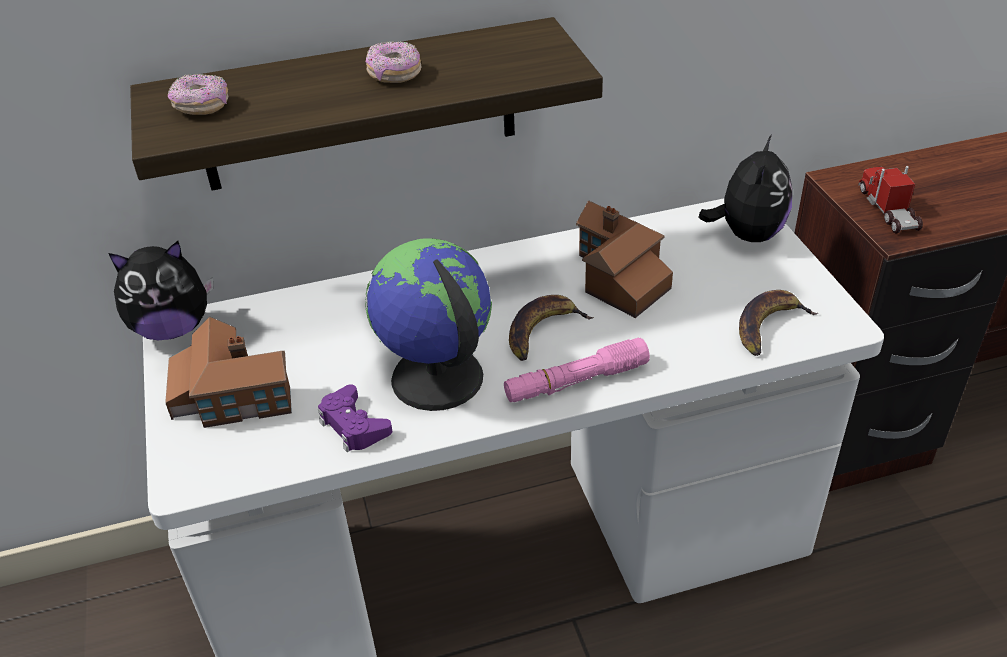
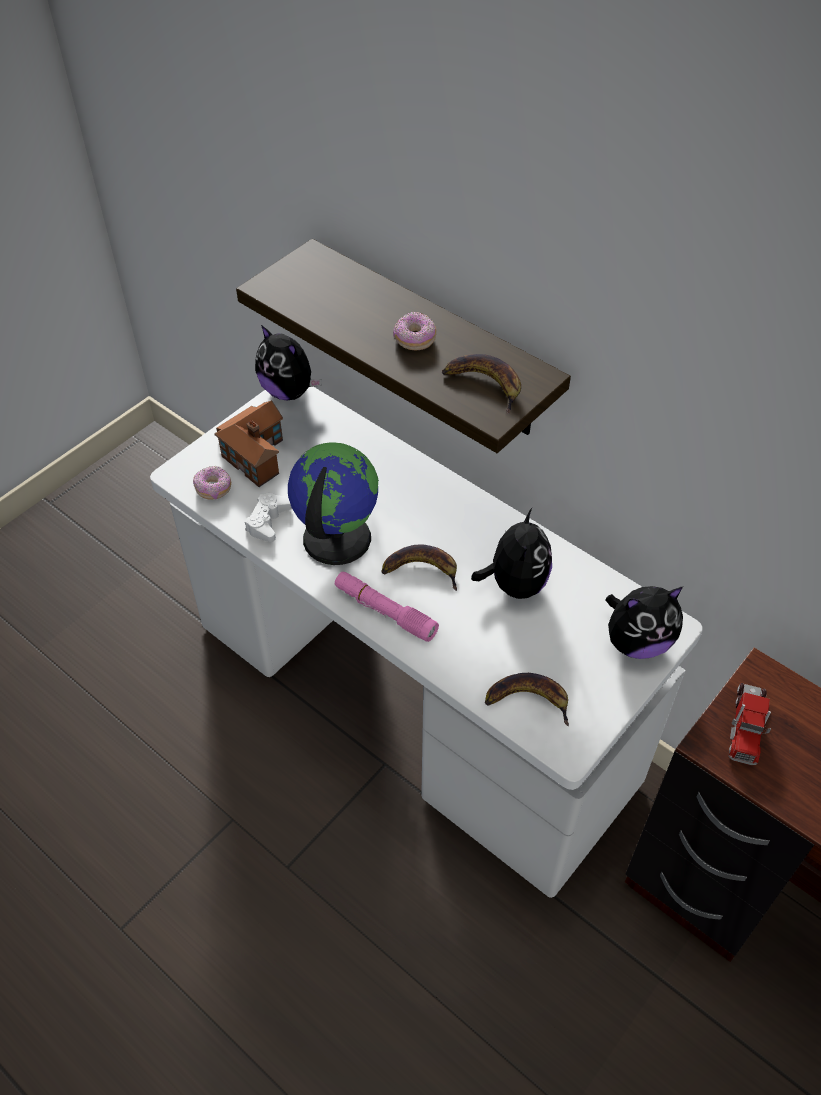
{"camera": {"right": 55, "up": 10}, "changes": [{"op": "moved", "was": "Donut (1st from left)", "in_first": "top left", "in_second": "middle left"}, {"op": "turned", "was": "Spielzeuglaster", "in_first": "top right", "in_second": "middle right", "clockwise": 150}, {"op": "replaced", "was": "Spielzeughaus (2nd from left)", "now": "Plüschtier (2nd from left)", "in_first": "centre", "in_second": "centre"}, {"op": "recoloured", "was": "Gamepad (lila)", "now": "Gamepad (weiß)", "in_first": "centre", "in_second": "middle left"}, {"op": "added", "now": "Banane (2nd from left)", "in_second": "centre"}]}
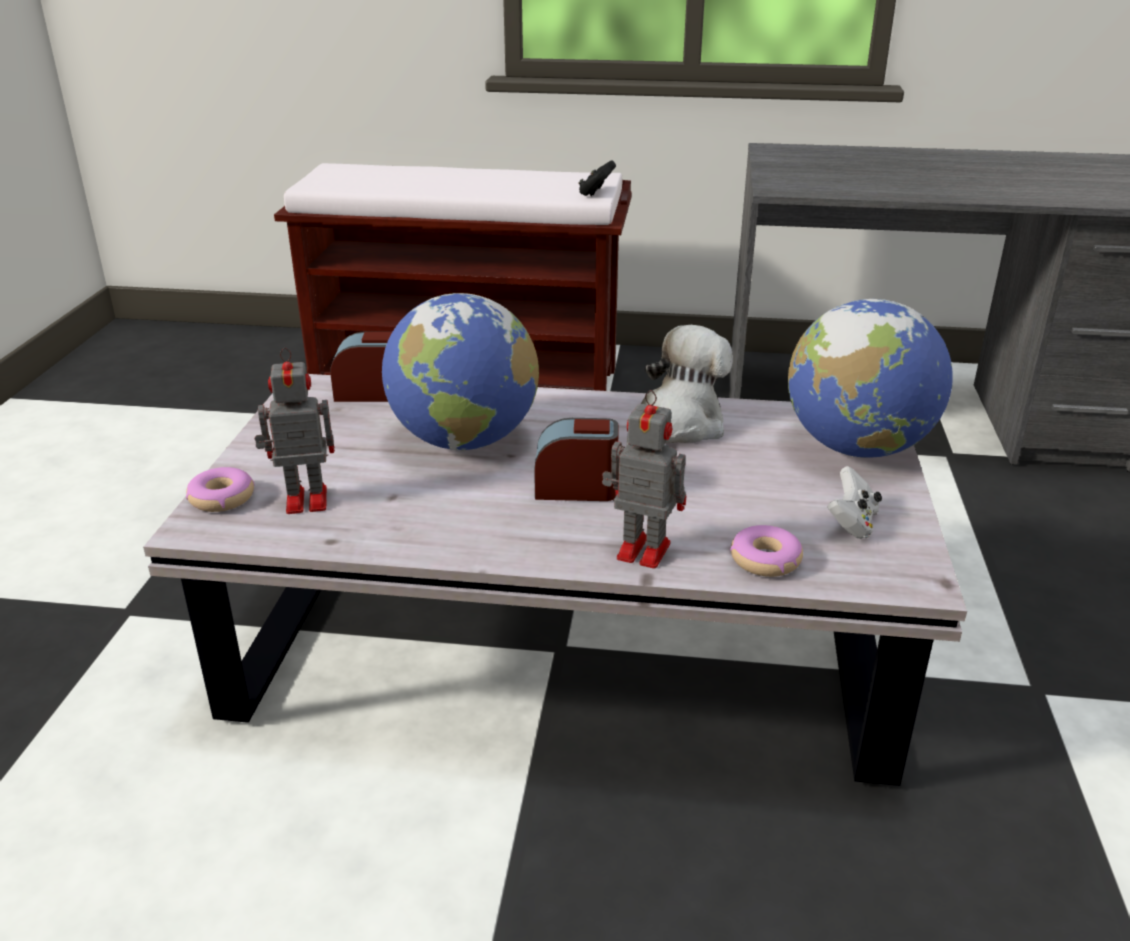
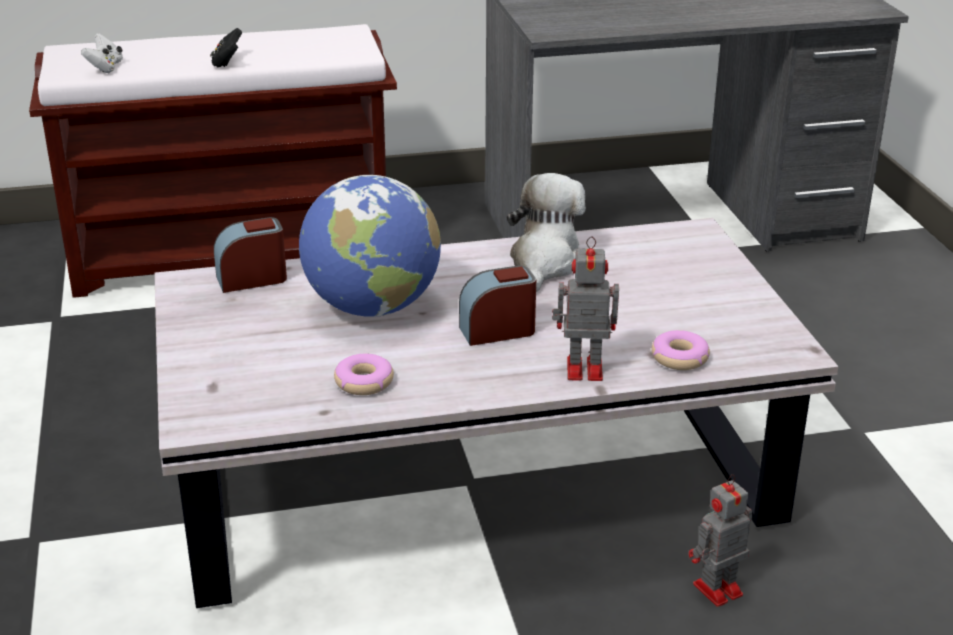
{"camera": {"right": -20, "up": 0}, "changes": [{"op": "moved", "was": "Gamepad (schwarz)", "in_first": "top centre", "in_second": "top left"}, {"op": "removed", "was": "Globus (2nd from left)", "in_first": "middle right"}, {"op": "moved", "was": "Spielzeugroboter (1st from left in the first image)", "now": "Spielzeugroboter (2nd from left)", "in_first": "middle left", "in_second": "bottom right"}, {"op": "moved", "was": "Gamepad (weiß)", "in_first": "middle right", "in_second": "top left"}, {"op": "moved", "was": "Donut (1st from left)", "in_first": "middle left", "in_second": "centre"}]}
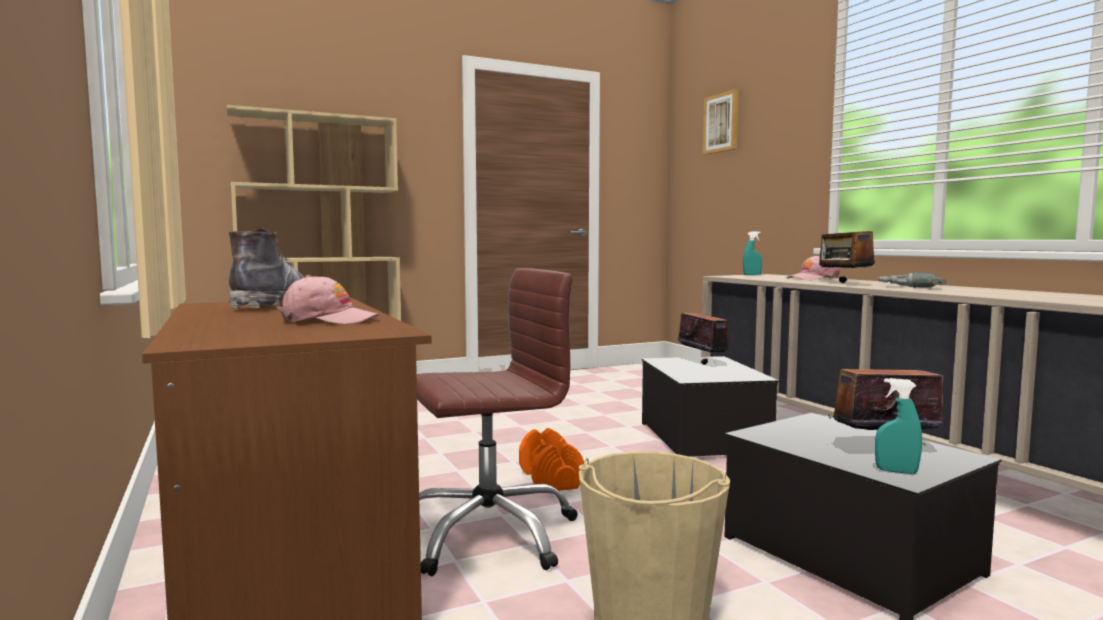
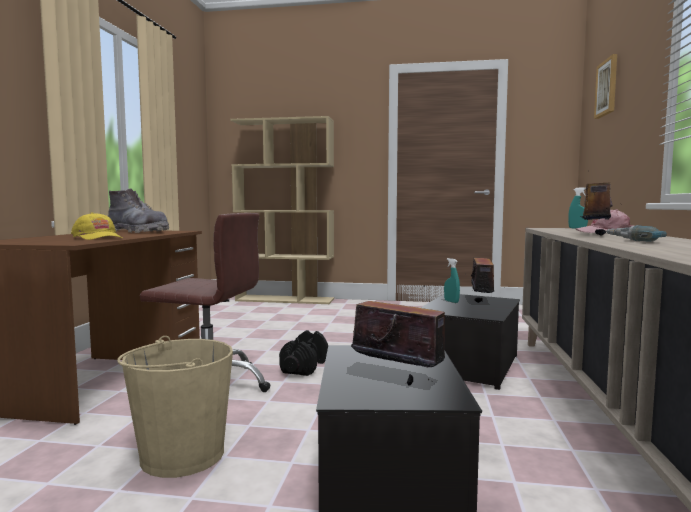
{"camera": {"right": 35, "up": 0}, "changes": [{"op": "turned", "was": "Stiefel (grau)", "in_first": "middle left", "in_second": "middle left", "clockwise": 75}, {"op": "recoloured", "was": "Kappe (rosa) (1st from left)", "now": "Kappe (gelb)", "in_first": "middle left", "in_second": "middle left"}, {"op": "moved", "was": "Sprühflasche (türkis) (2nd from left in the first image)", "now": "Sprühflasche (türkis) (1st from left)", "in_first": "bottom right", "in_second": "centre"}, {"op": "recoloured", "was": "Hantel (orange)", "now": "Hantel (schwarz)", "in_first": "bottom centre", "in_second": "bottom centre"}]}
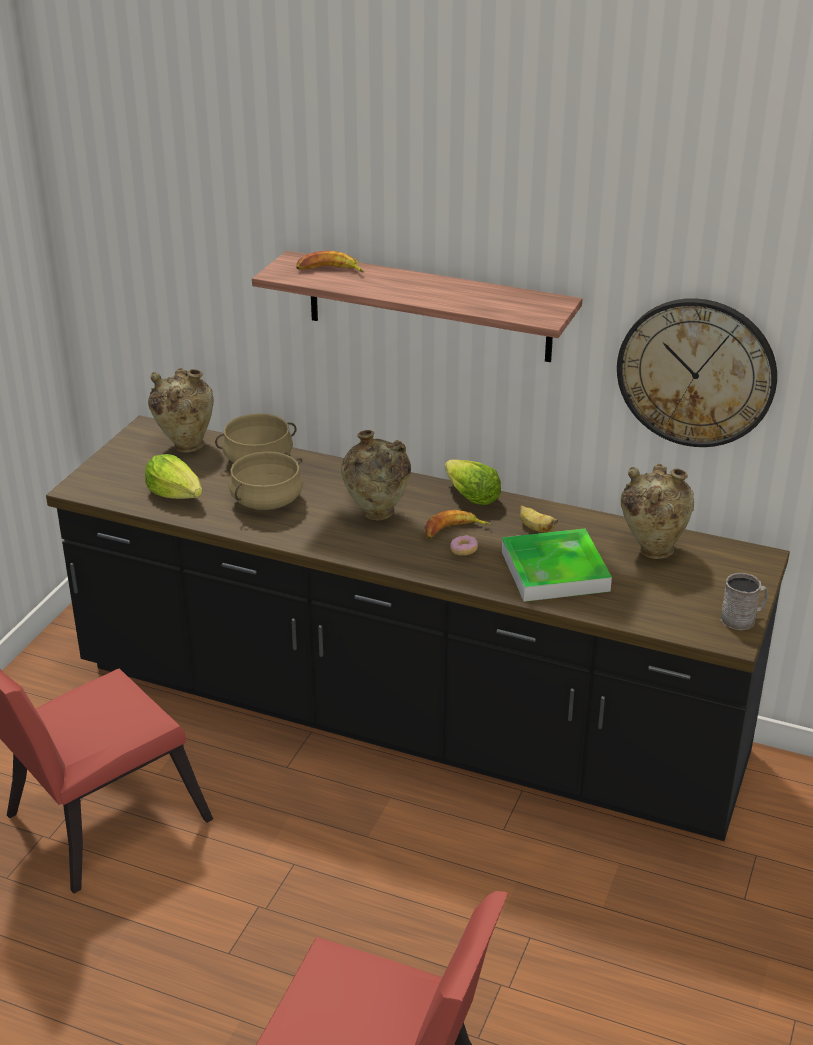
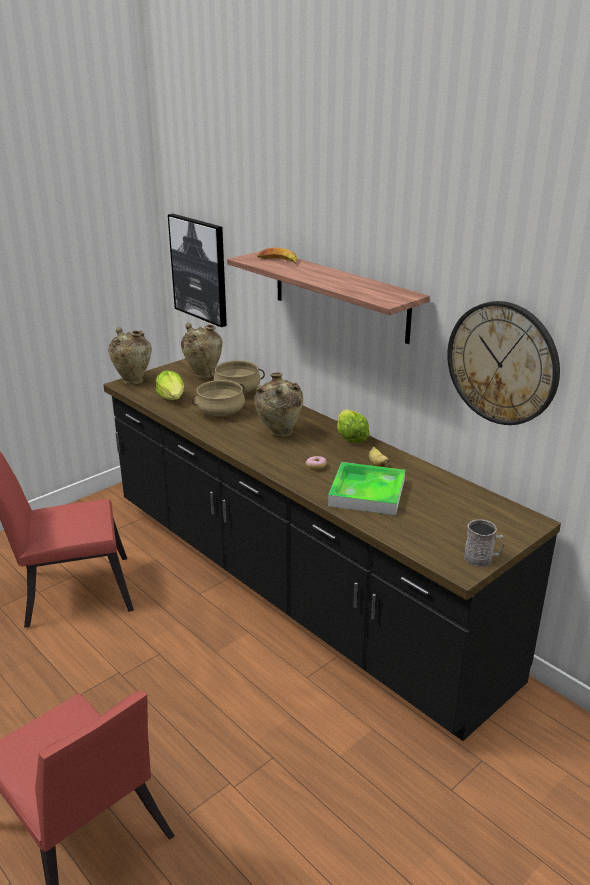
{"camera": {"right": 25, "up": -5}, "changes": [{"op": "moved", "was": "Vase (beige) (3rd from left in the first image)", "now": "Vase (beige) (1st from left)", "in_first": "middle right", "in_second": "middle left"}, {"op": "removed", "was": "Banane (2nd from left)", "in_first": "centre"}, {"op": "added", "now": "Bild", "in_second": "top centre"}]}
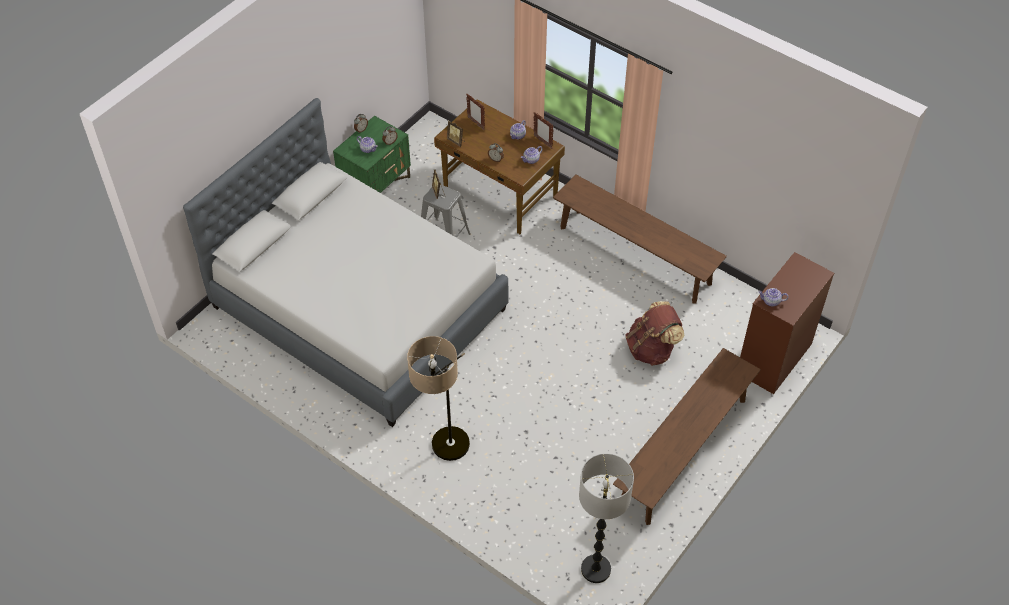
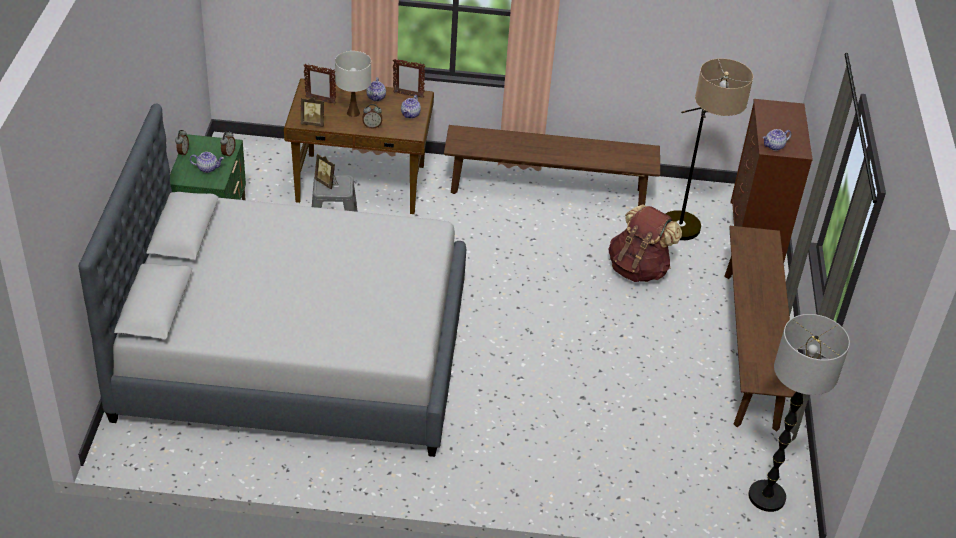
{"camera": {"right": -35, "up": -10}, "changes": [{"op": "moved", "was": "Stehlampe (1st from left)", "in_first": "centre", "in_second": "top right"}, {"op": "added", "now": "Tischlampe (weiß)", "in_second": "top centre"}]}
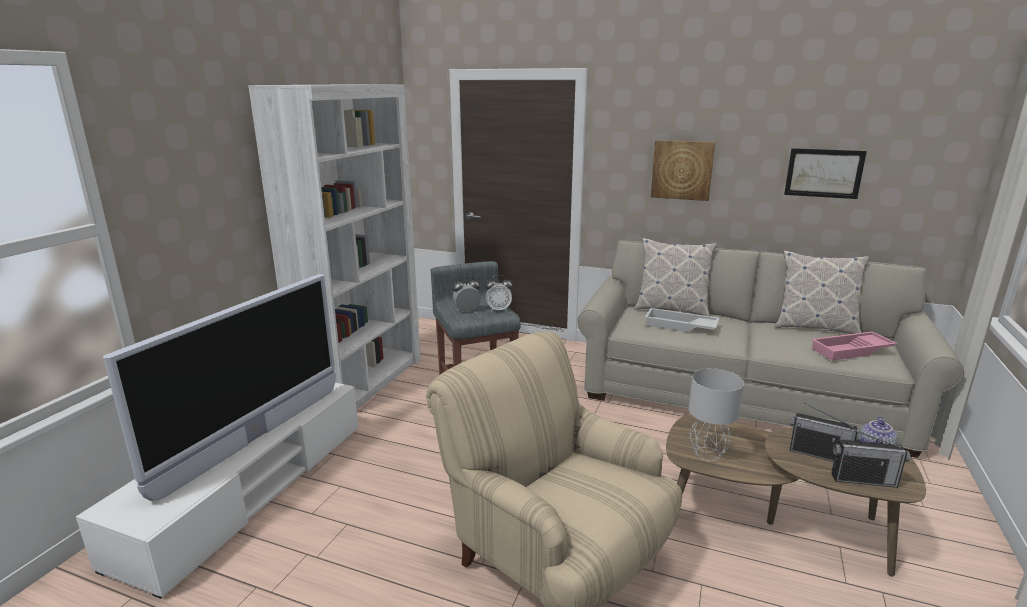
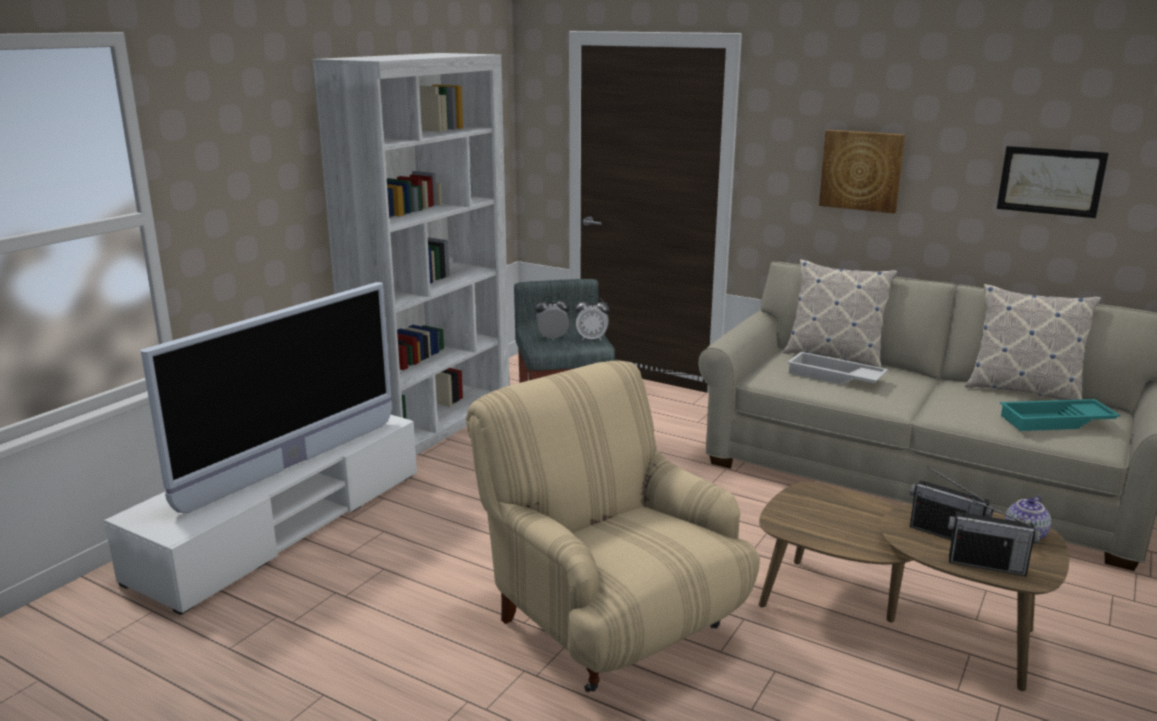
{"camera": {"right": 10, "up": 0}, "changes": [{"op": "recoloured", "was": "Tablett (rosa)", "now": "Tablett (türkis)", "in_first": "middle right", "in_second": "middle right"}, {"op": "removed", "was": "Tischlampe (grau)", "in_first": "bottom right"}]}
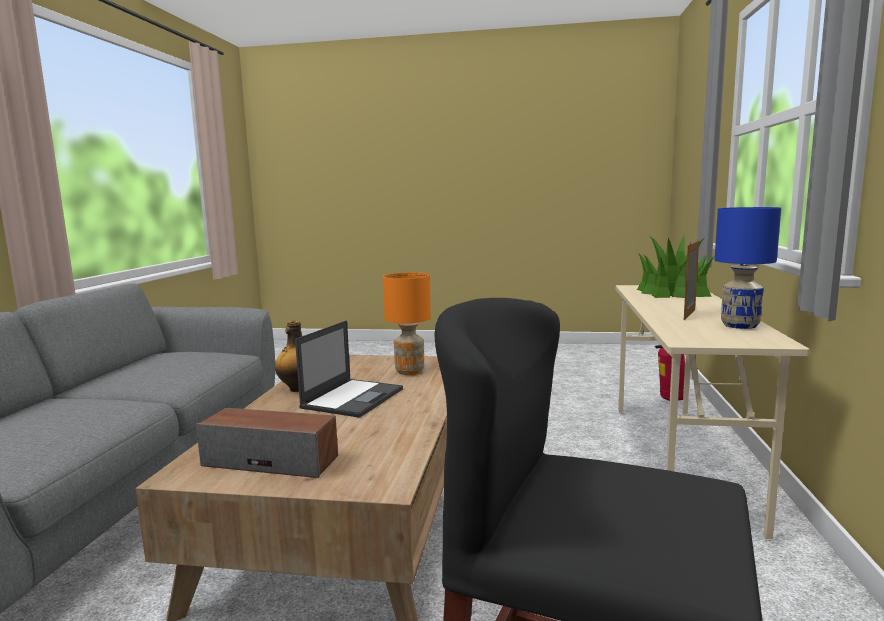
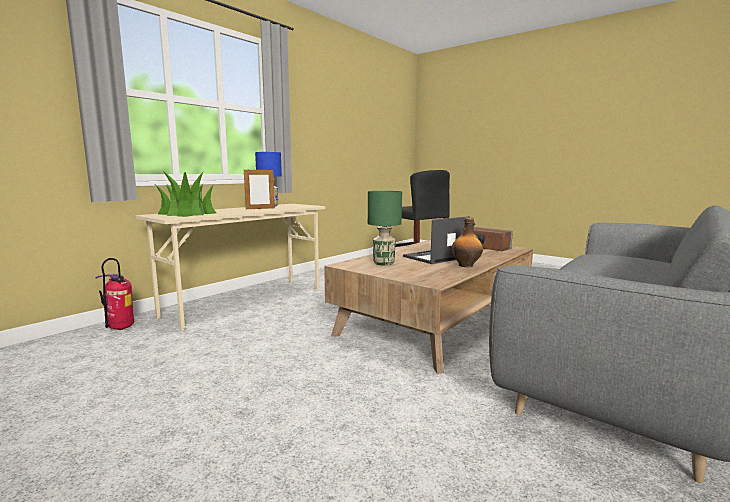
{"camera": {"right": -150, "up": 0}, "changes": [{"op": "recoloured", "was": "Tischlampe (orange)", "now": "Tischlampe (grün)", "in_first": "centre", "in_second": "centre"}]}
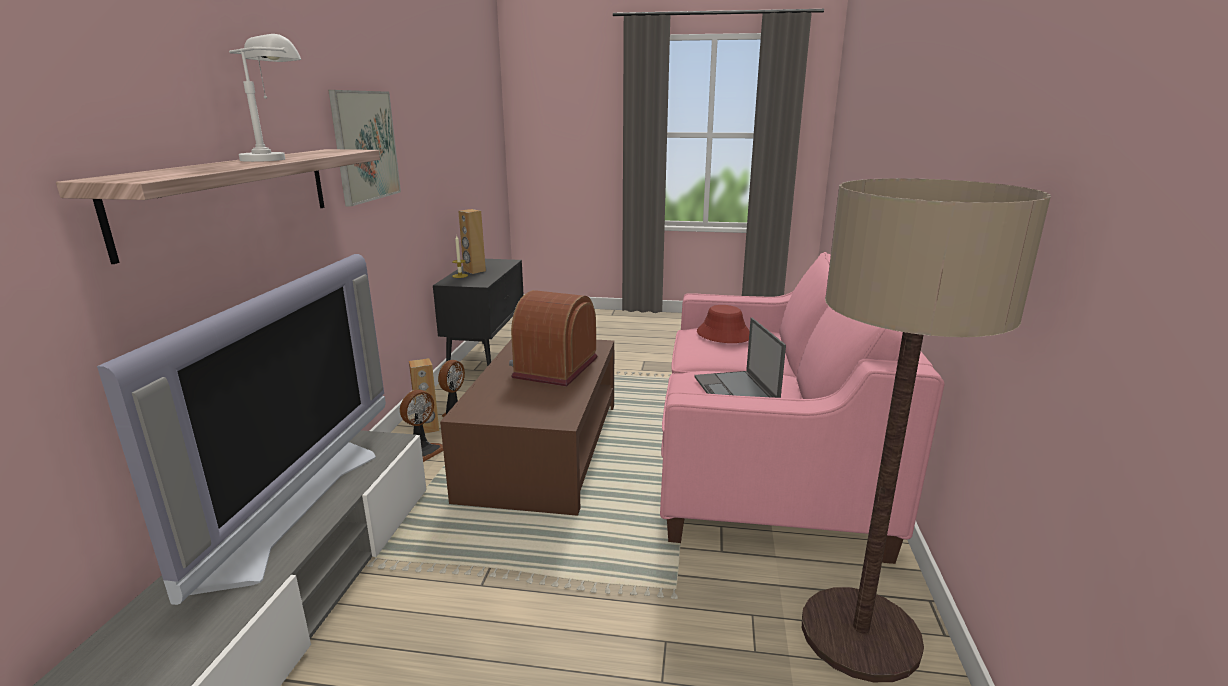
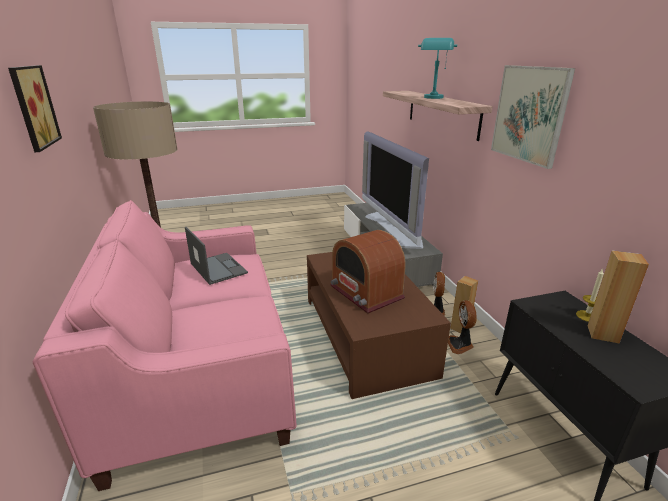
{"camera": {"right": 155, "up": 5}, "changes": [{"op": "recoloured", "was": "Tischlampe (weiß)", "now": "Tischlampe (türkis)", "in_first": "top left", "in_second": "top centre"}, {"op": "turned", "was": "Radio", "in_first": "centre", "in_second": "centre", "clockwise": 150}, {"op": "removed", "was": "Hut (rot)", "in_first": "centre"}, {"op": "added", "now": "Bild (1st from left)", "in_second": "top left"}]}
